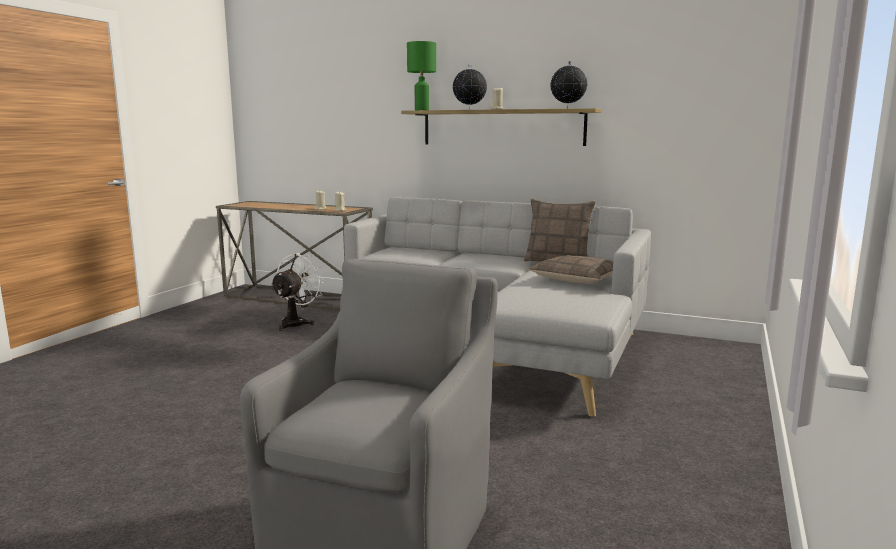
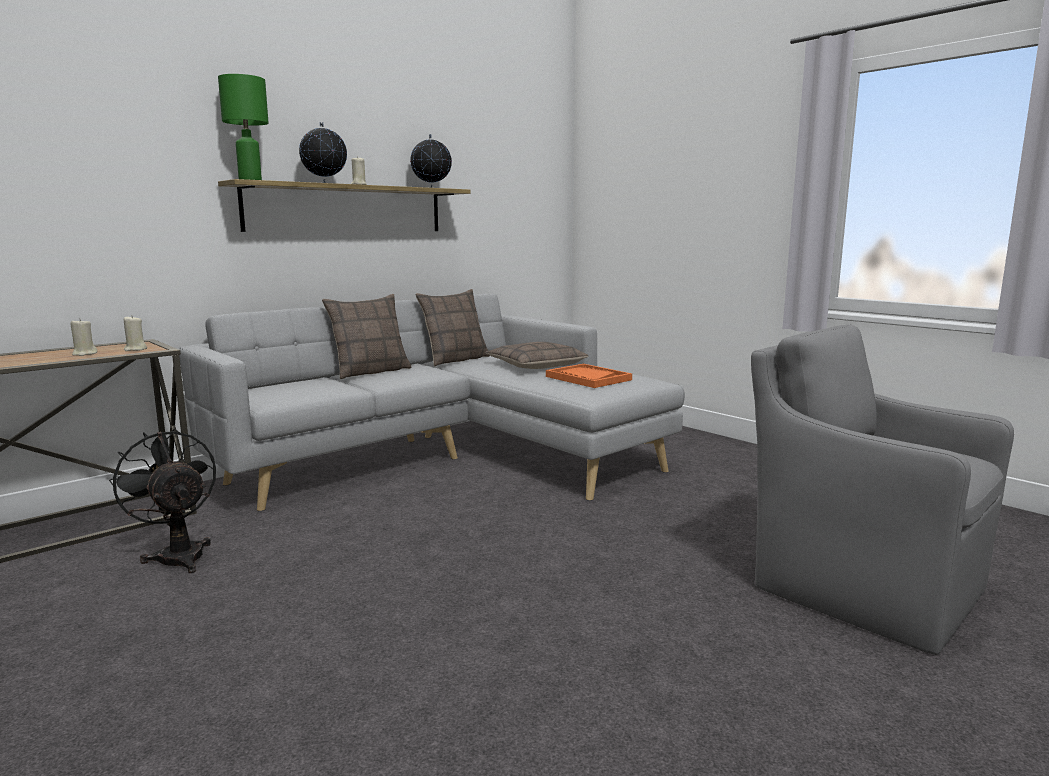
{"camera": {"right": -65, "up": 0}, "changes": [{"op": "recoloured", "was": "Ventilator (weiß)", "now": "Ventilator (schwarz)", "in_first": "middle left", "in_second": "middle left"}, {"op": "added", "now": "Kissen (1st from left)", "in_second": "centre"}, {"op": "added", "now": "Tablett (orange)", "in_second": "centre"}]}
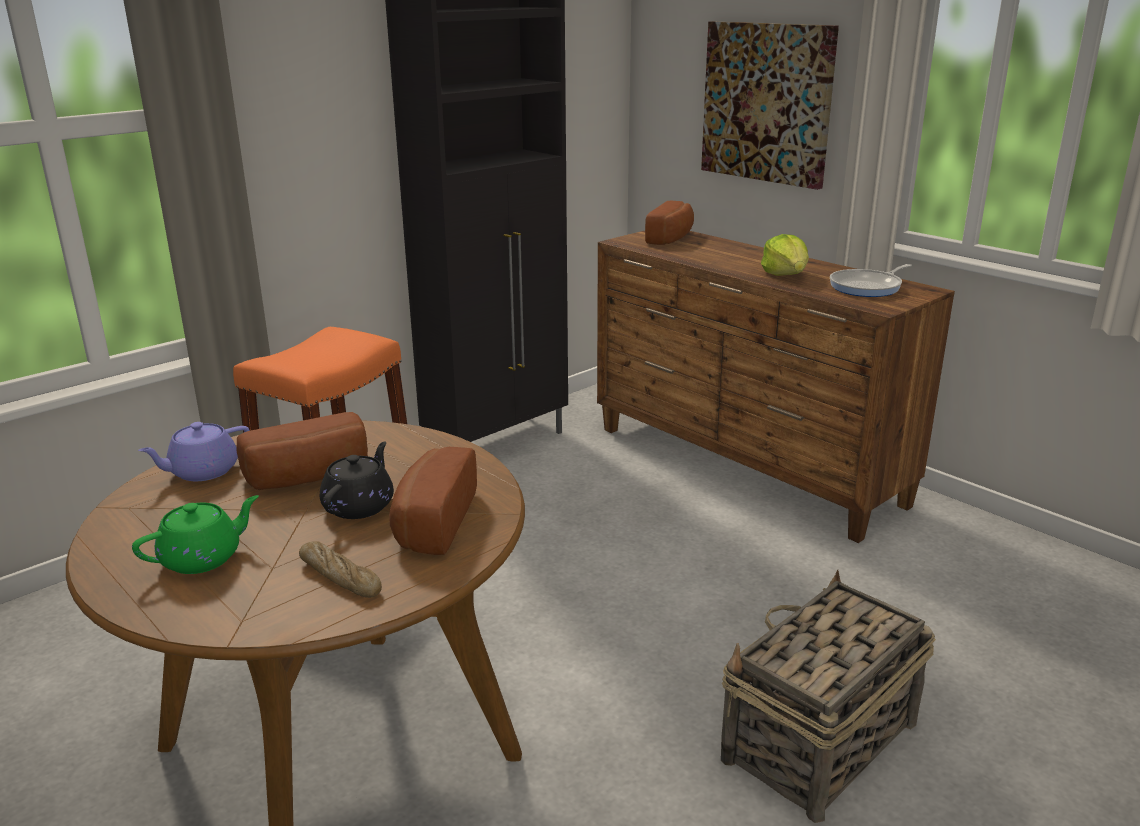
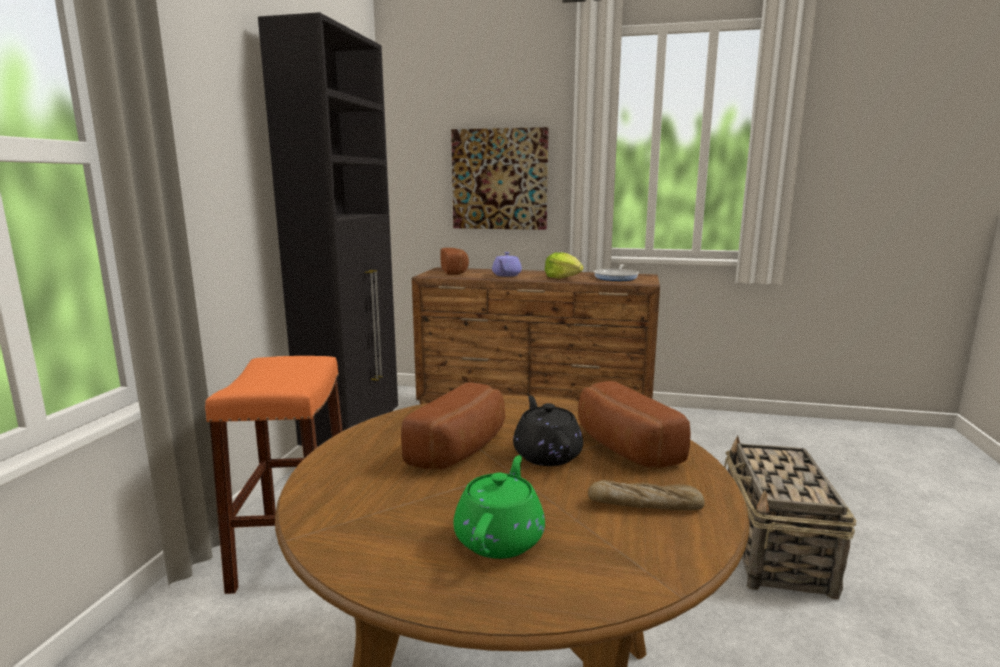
{"camera": {"right": -35, "up": -10}, "changes": [{"op": "moved", "was": "Teekanne (lila)", "in_first": "middle left", "in_second": "centre"}]}
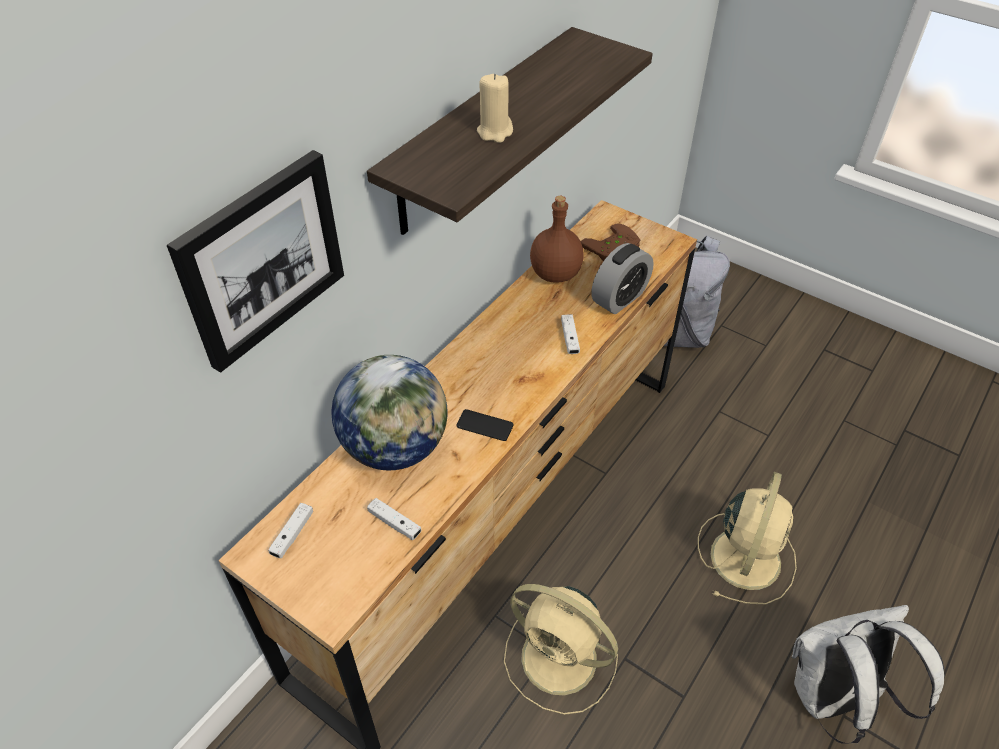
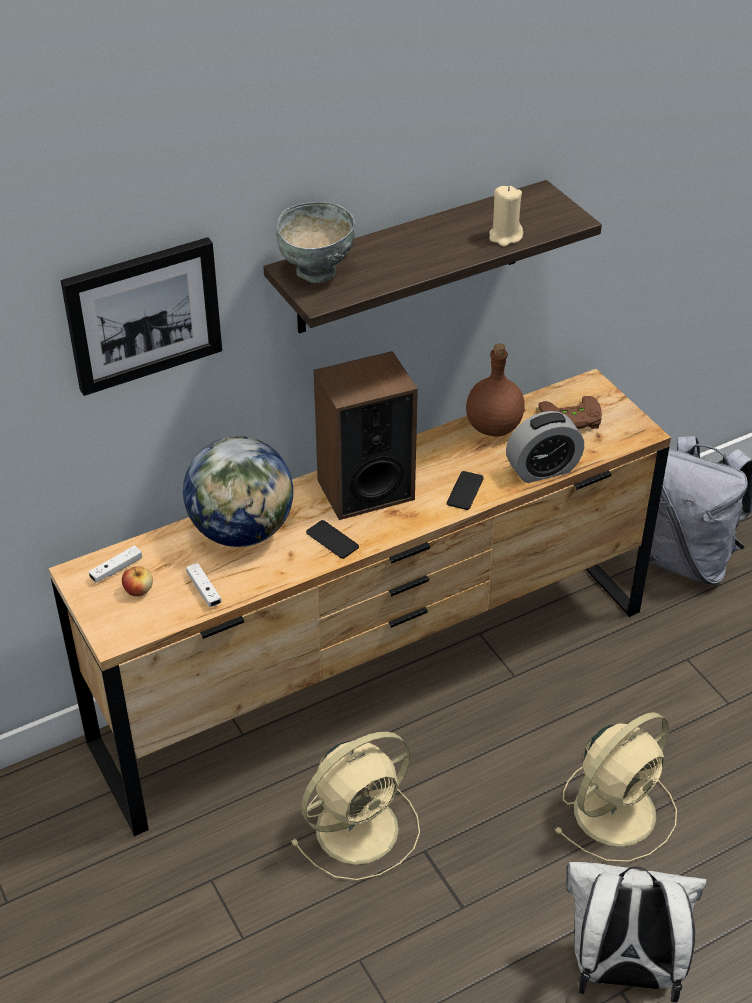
{"camera": {"right": 25, "up": -5}, "changes": [{"op": "moved", "was": "Kerze (beige)", "in_first": "top centre", "in_second": "top right"}, {"op": "replaced", "was": "Gamepad (weiß) (3rd from left)", "now": "Handy (2nd from left)", "in_first": "centre", "in_second": "centre"}, {"op": "turned", "was": "Ventilator (beige) (1st from left)", "in_first": "bottom centre", "in_second": "bottom centre", "clockwise": -90}, {"op": "added", "now": "Schüssel (grau)", "in_second": "top centre"}, {"op": "added", "now": "Lautsprecher", "in_second": "centre"}, {"op": "added", "now": "Apfel", "in_second": "middle left"}]}
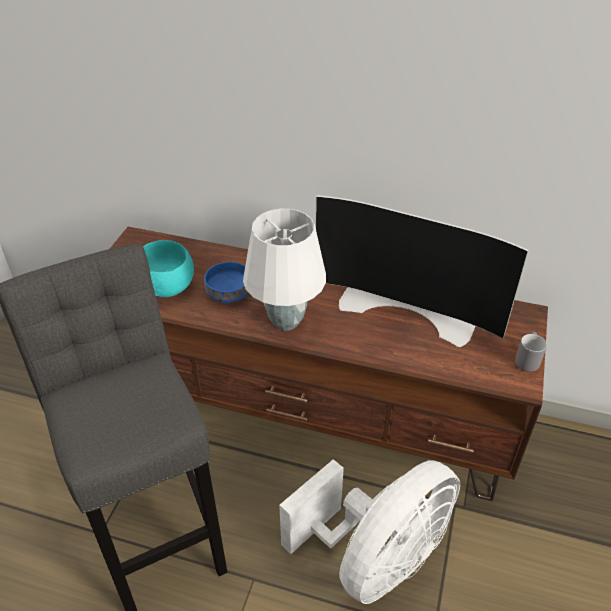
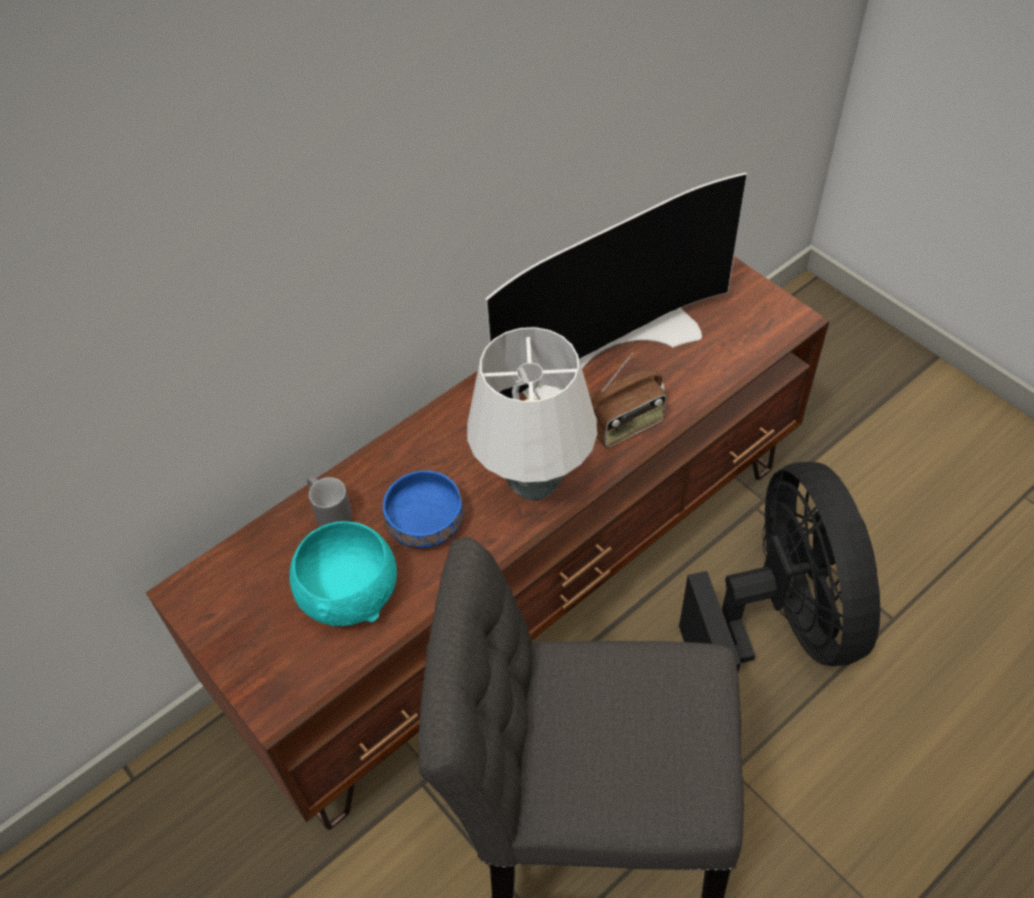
{"camera": {"right": -55, "up": 10}, "changes": [{"op": "moved", "was": "Henkelbecher (grau)", "in_first": "middle right", "in_second": "middle left"}, {"op": "recoloured", "was": "Ventilator (weiß)", "now": "Ventilator (schwarz)", "in_first": "bottom centre", "in_second": "middle right"}, {"op": "added", "now": "Radio", "in_second": "centre"}]}
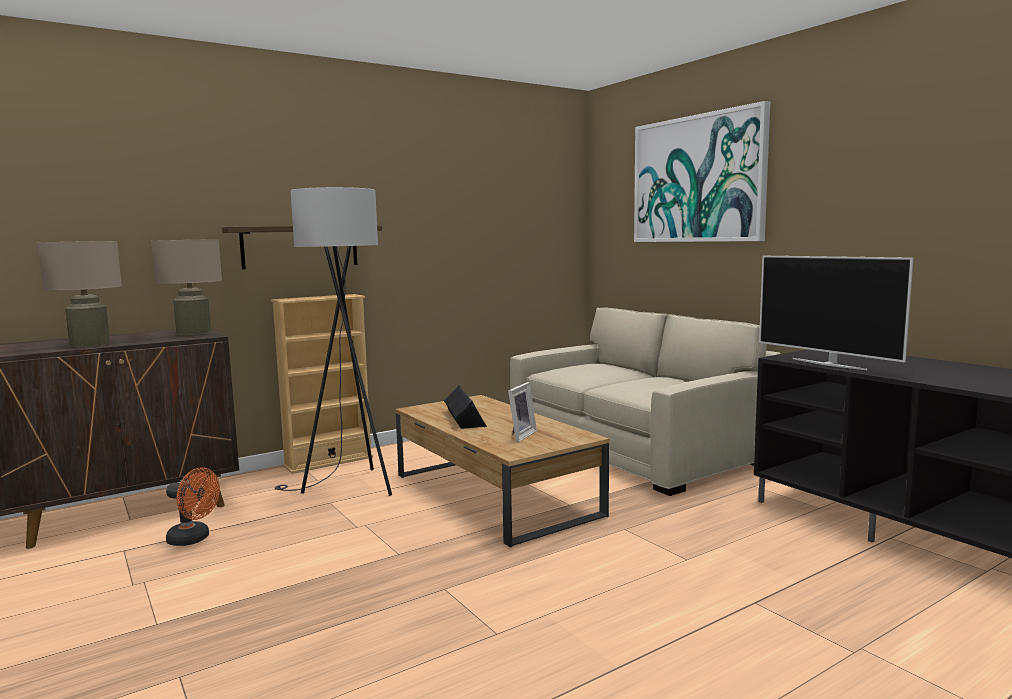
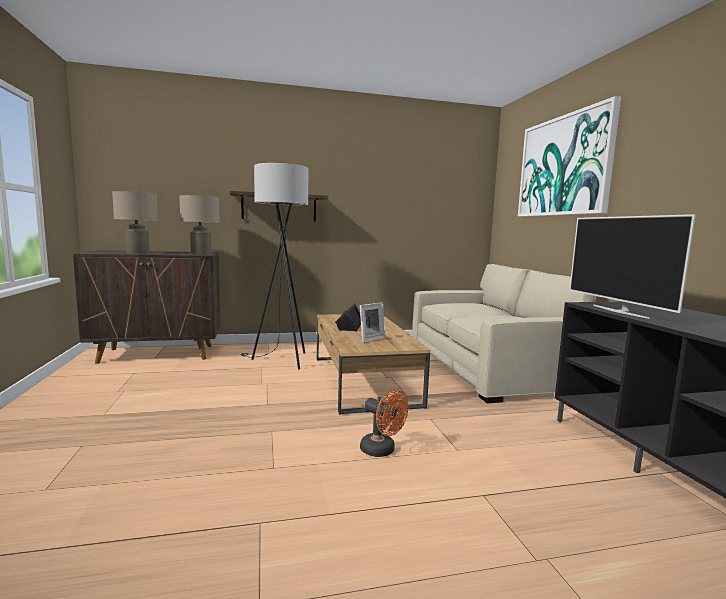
{"camera": {"right": 20, "up": 0}, "changes": [{"op": "removed", "was": "Bücherregal (beige)", "in_first": "middle left"}, {"op": "moved", "was": "Ventilator (orange)", "in_first": "bottom left", "in_second": "bottom centre"}]}
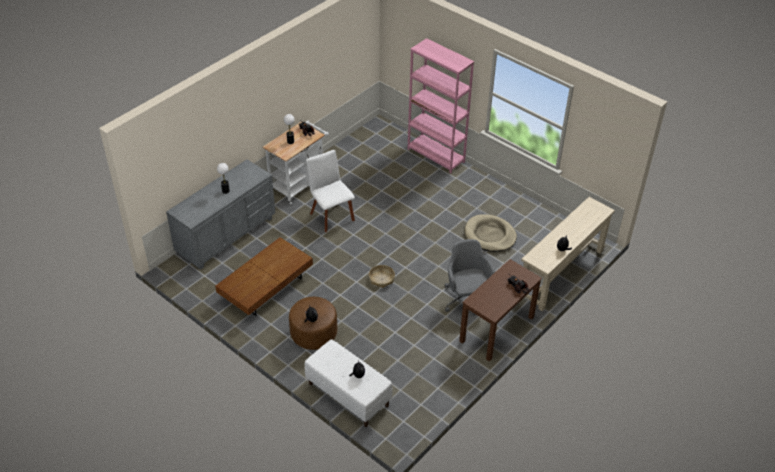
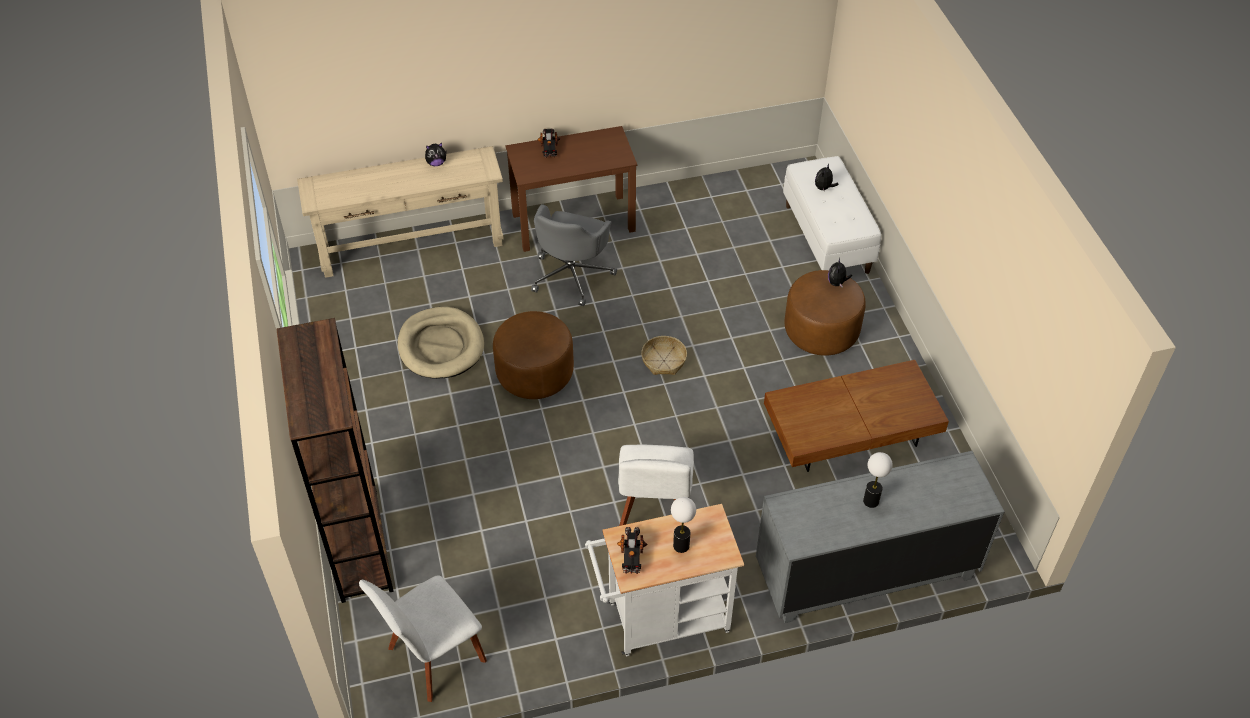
{"camera": {"right": -145, "up": 5}, "changes": [{"op": "recoloured", "was": "Bücherregal (rosa)", "now": "Bücherregal (braun)", "in_first": "top centre", "in_second": "middle left"}, {"op": "added", "now": "Polsterhocker (braun) (1st from left)", "in_second": "centre"}, {"op": "added", "now": "Stuhl (weiß) (1st from left)", "in_second": "bottom centre"}]}
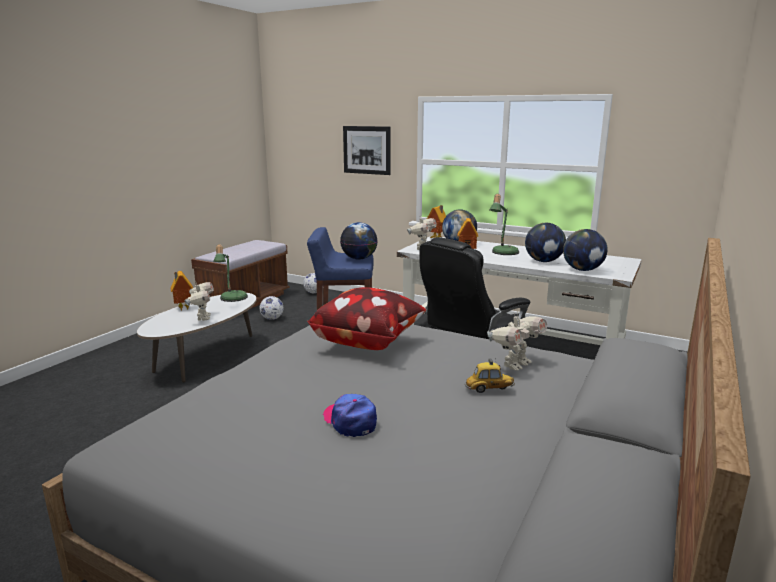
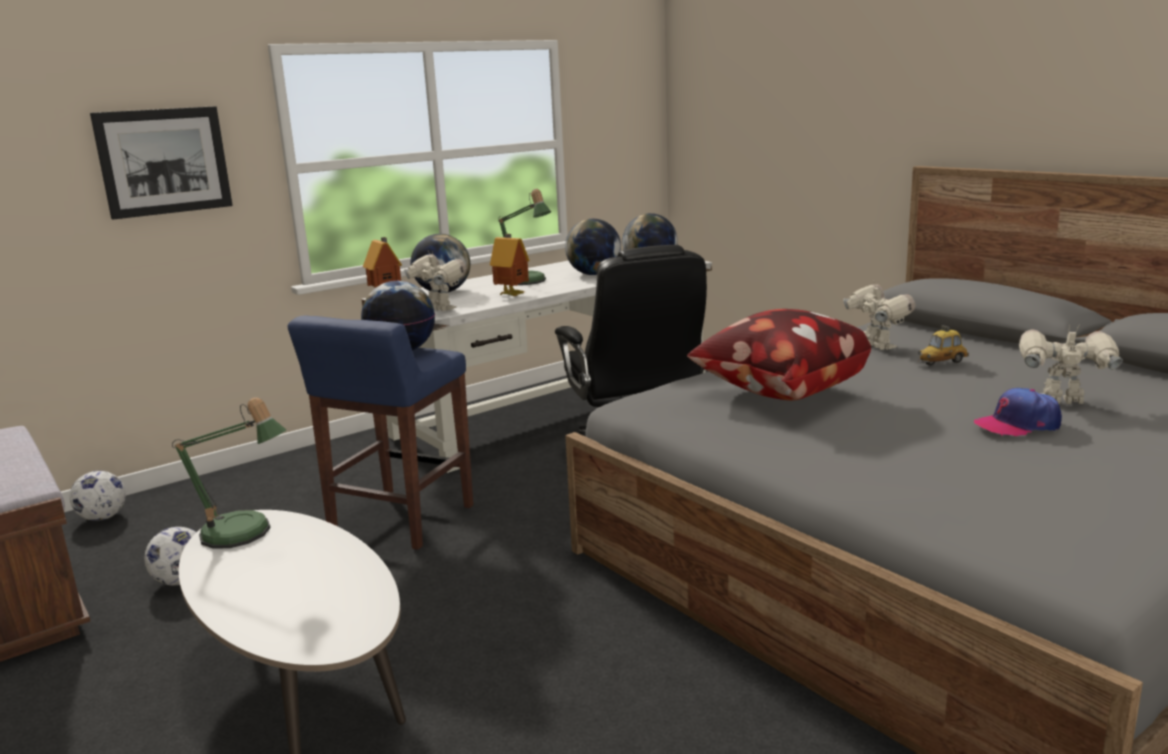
{"camera": {"right": -65, "up": 0}, "changes": [{"op": "removed", "was": "Spielzeughaus (1st from left)", "in_first": "middle left"}, {"op": "moved", "was": "Spielzeugroboter (1st from left in the first image)", "now": "Spielzeugroboter (3rd from left)", "in_first": "middle left", "in_second": "middle right"}, {"op": "turned", "was": "Spielzeugauto", "in_first": "centre", "in_second": "middle right", "clockwise": -135}]}
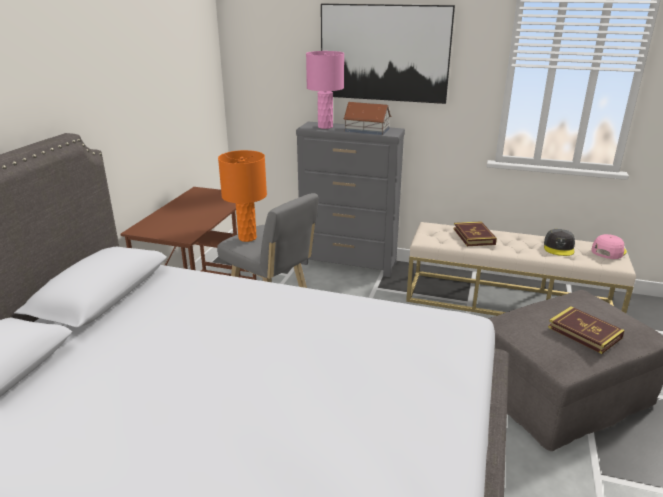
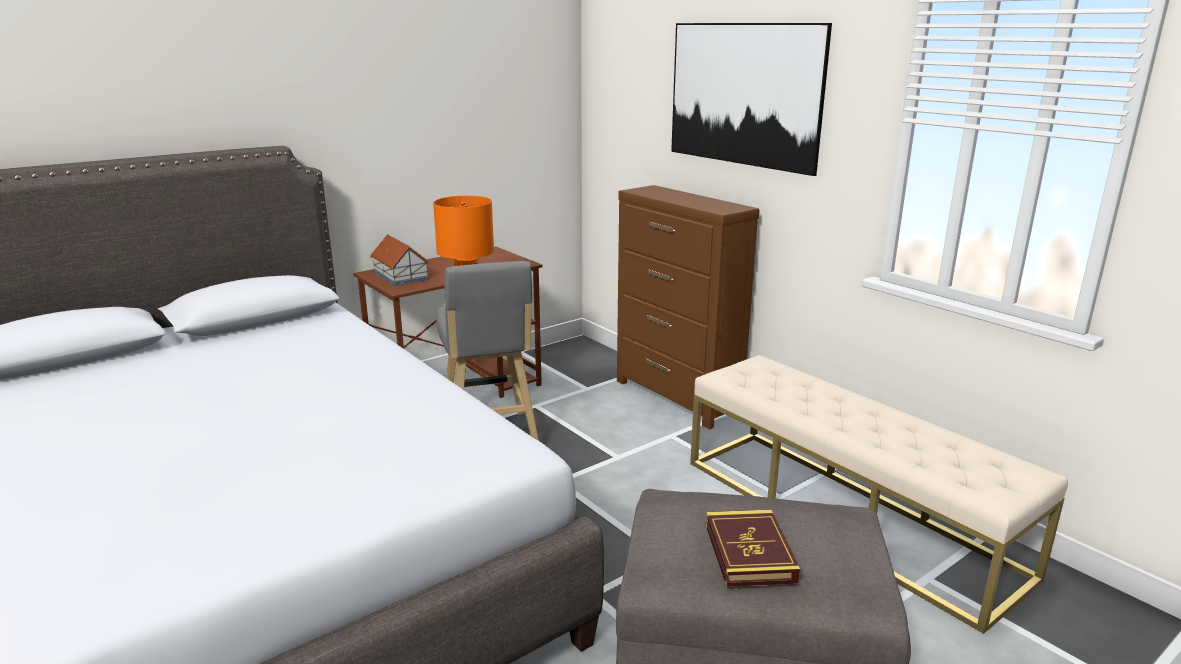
{"camera": {"right": 35, "up": -5}, "changes": [{"op": "removed", "was": "Tischlampe (rosa)", "in_first": "top centre"}, {"op": "moved", "was": "Spielzeughaus", "in_first": "top centre", "in_second": "centre"}, {"op": "recoloured", "was": "Kommode (grau)", "now": "Kommode (braun)", "in_first": "centre", "in_second": "centre"}, {"op": "removed", "was": "Buch (1st from left)", "in_first": "middle right"}, {"op": "removed", "was": "Kappe (grau)", "in_first": "middle right"}, {"op": "removed", "was": "Kappe (rosa)", "in_first": "middle right"}]}
